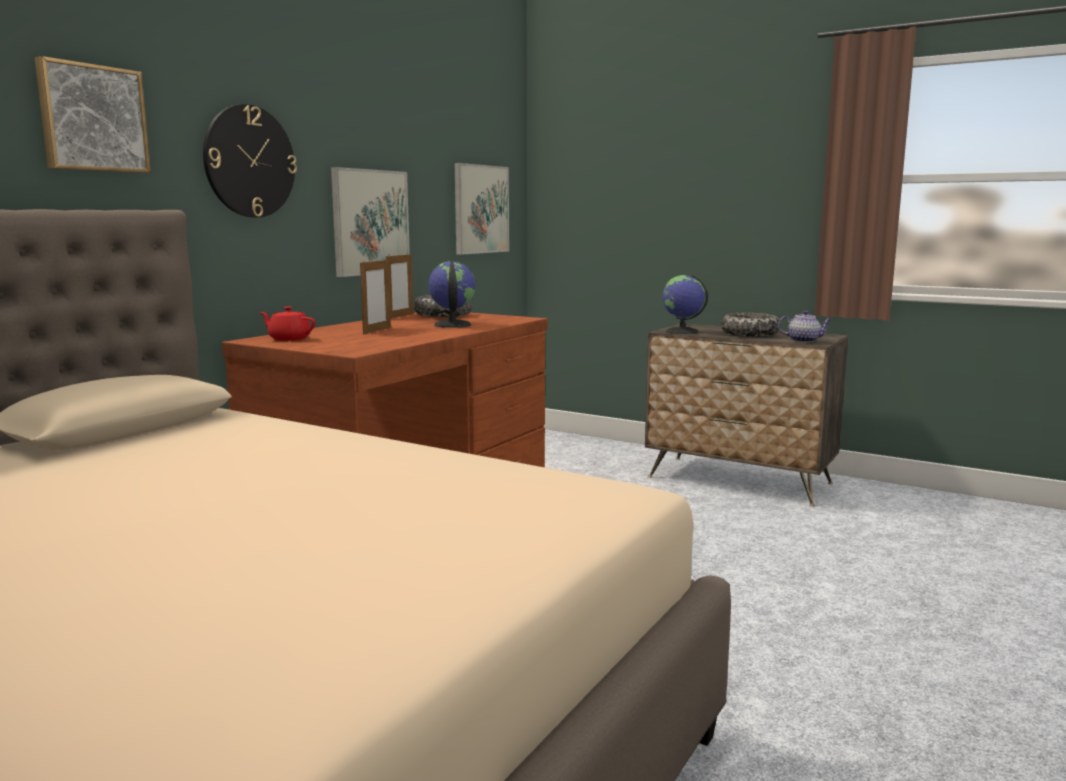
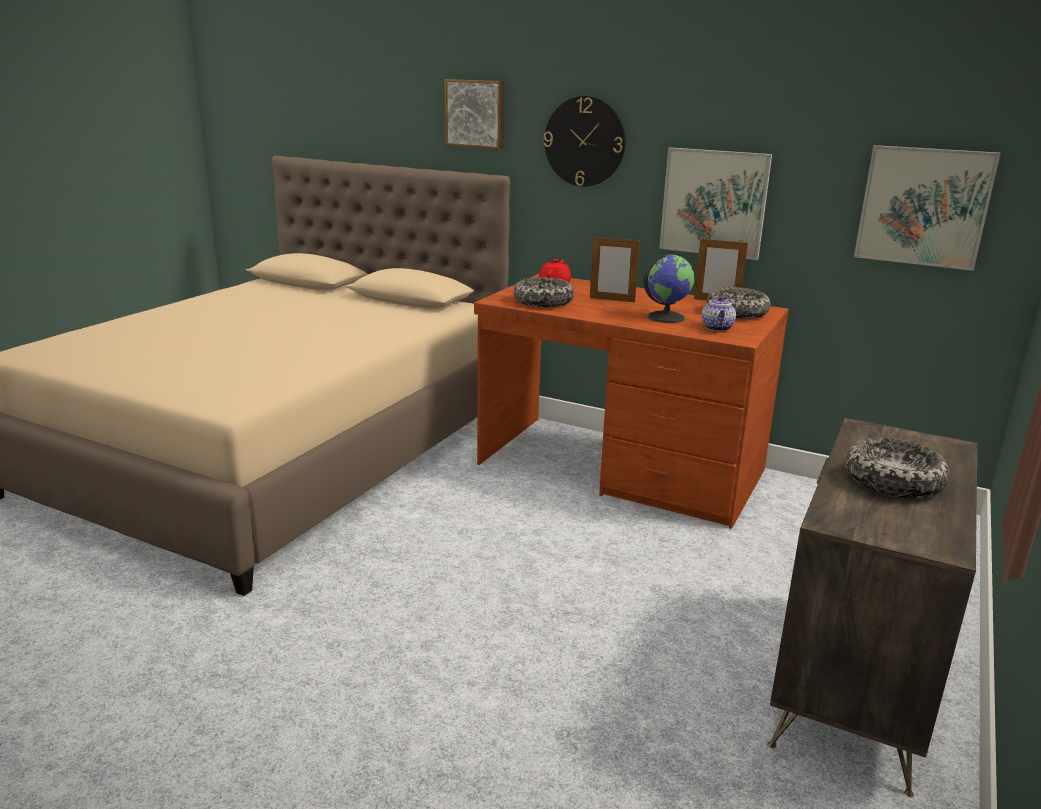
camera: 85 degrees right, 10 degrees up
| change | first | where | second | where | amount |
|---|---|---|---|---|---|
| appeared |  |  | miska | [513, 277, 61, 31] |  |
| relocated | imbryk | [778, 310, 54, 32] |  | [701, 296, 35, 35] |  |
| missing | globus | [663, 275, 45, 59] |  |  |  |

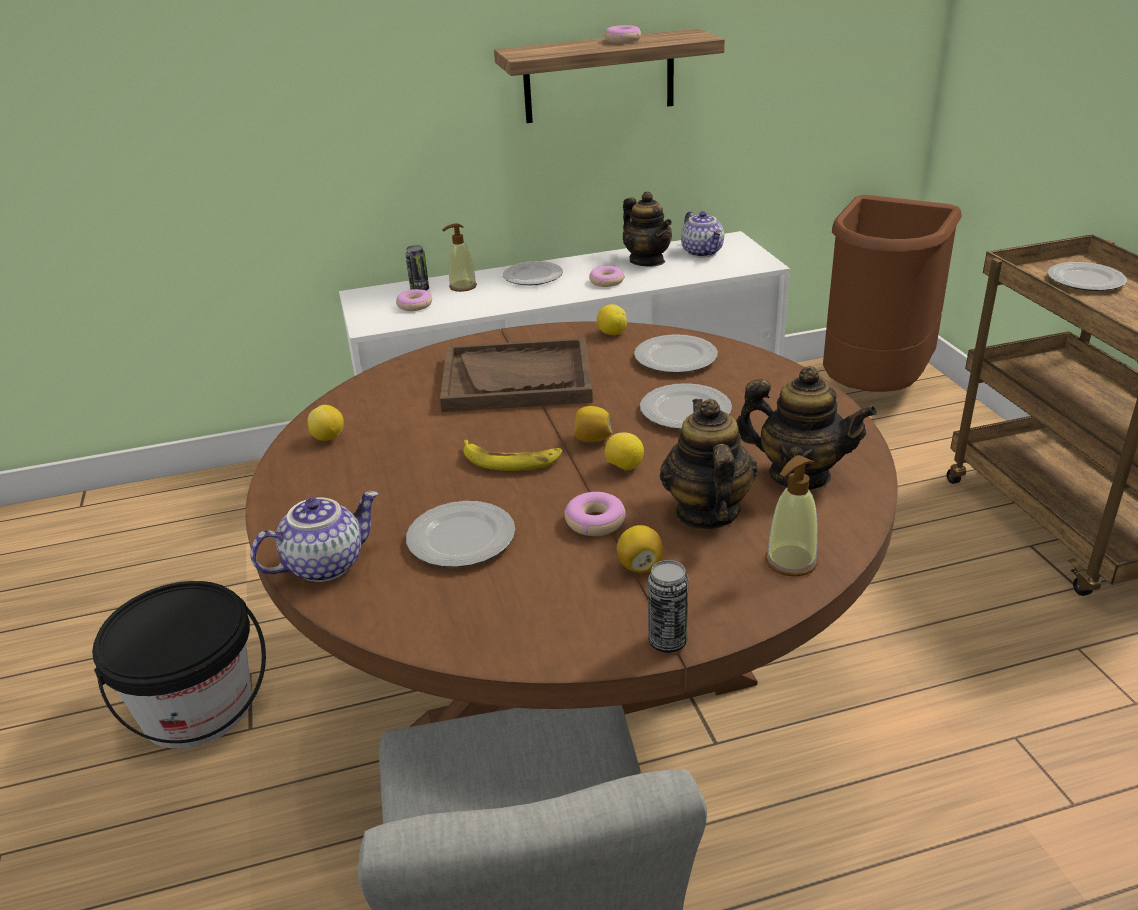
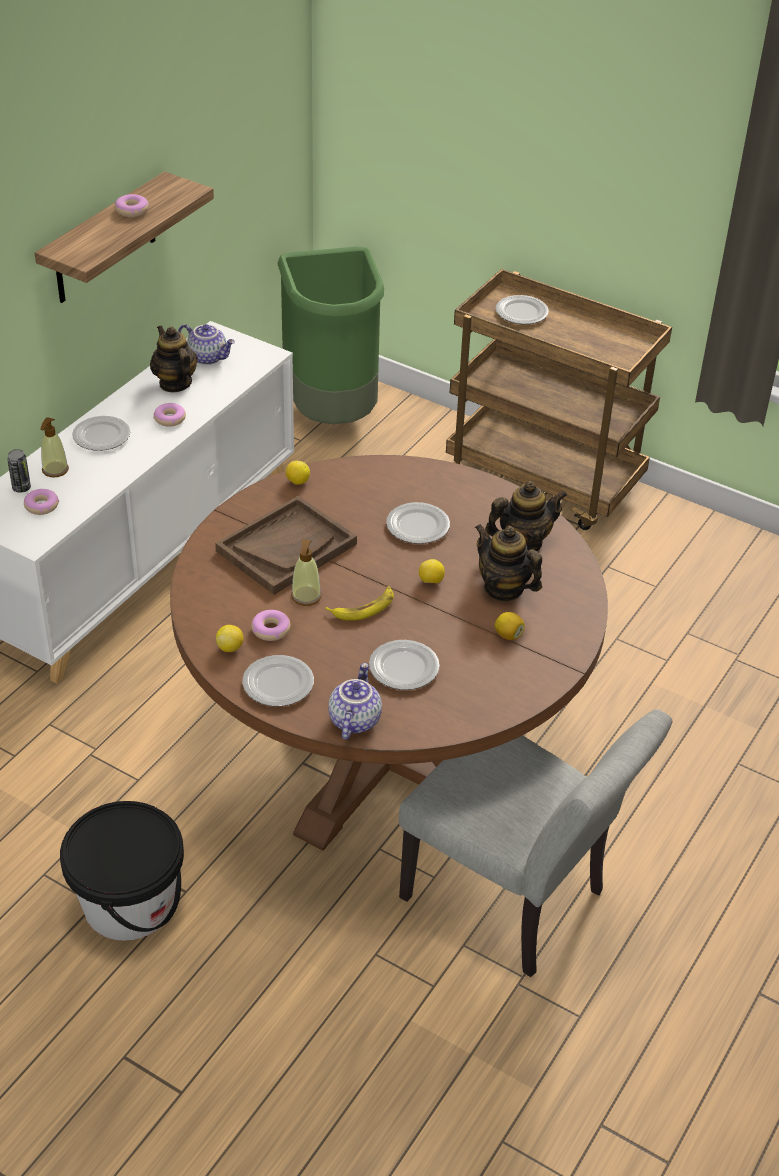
camera: 45 degrees left, 10 degrees up
| change | first | where | second | where | amount |
|---|---|---|---|---|---|
| spun | imbryk | [623, 191, 49, 75] |  | [150, 325, 48, 67] | 135 degrees counterclockwise |
| relocated | talerz | [634, 334, 84, 39] |  | [242, 655, 72, 51] |  |
| relocated | donut | [564, 492, 62, 44] |  | [251, 610, 39, 31] |  |
| colour | kosz na śmieci (brązowy) | [823, 195, 139, 197] | kosz na śmieci (zielony) | [277, 246, 107, 178] |  |
| relocated | dozownik mydła | [765, 455, 53, 122] |  | [291, 540, 30, 66] |  |
| missing | cytryna | [574, 406, 38, 36] |  |  |  |
| missing | puszka | [648, 560, 40, 93] |  |  |  |

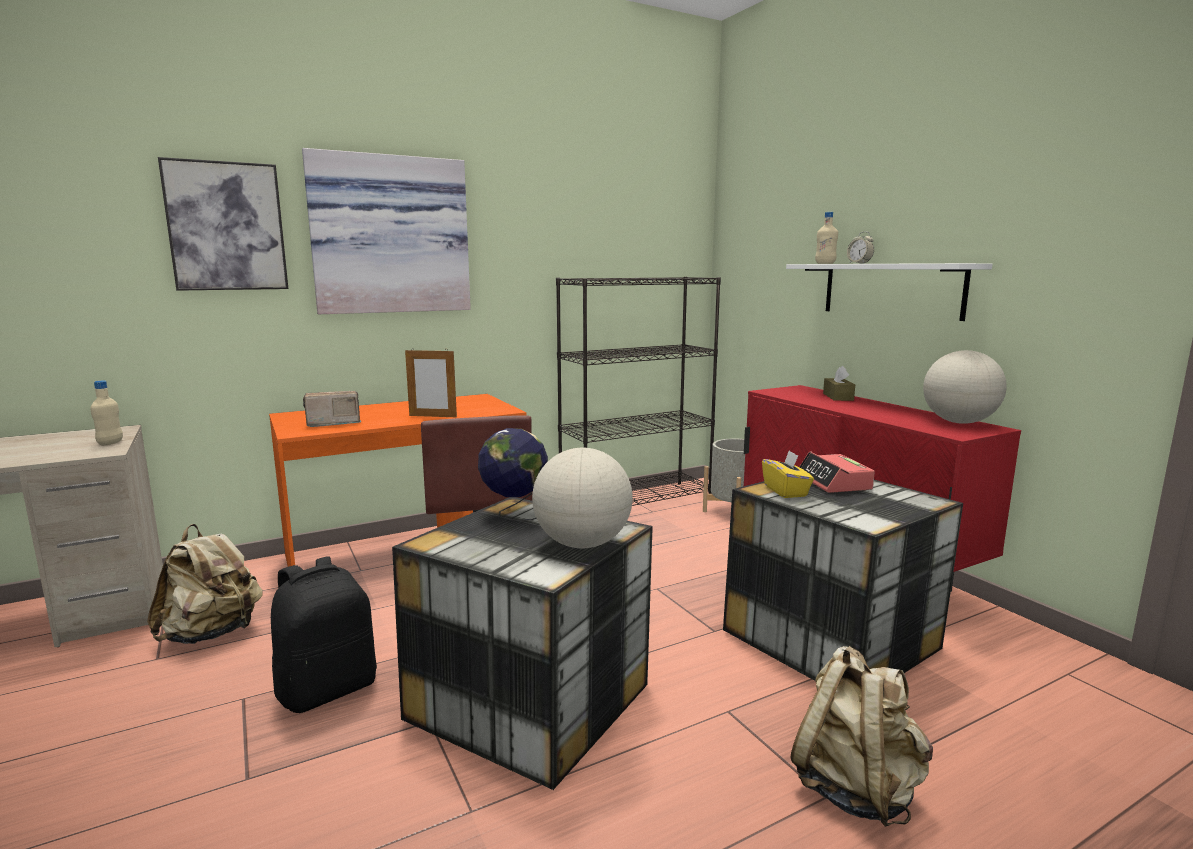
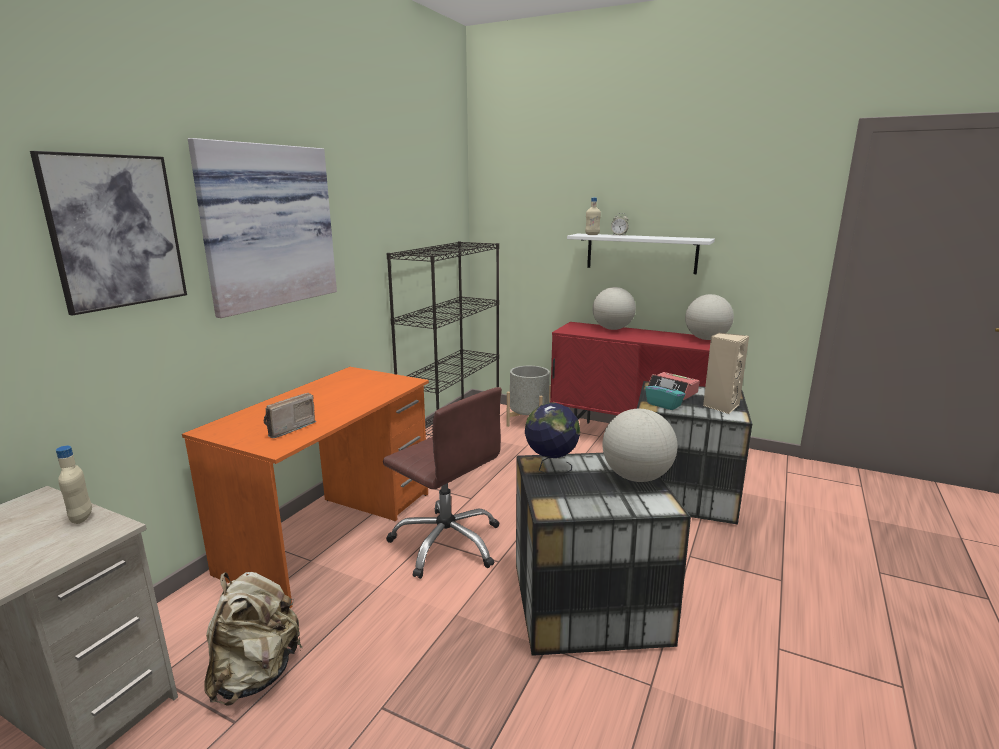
camera: 35 degrees left, 5 degrees up
| change | first | where | second | where | amount |
|---|---|---|---|---|---|
| exchanged | pudełko chusteczek (brązowy) | [823, 366, 32, 35] | globus | [593, 287, 43, 43] |  |
| colour | pudełko chusteczek (żółty) | [762, 450, 52, 48] | pudełko chusteczek (turkusowy) | [645, 378, 41, 32] |  |
| appeared |  |  | głośnik (beżowy) | [703, 333, 46, 81] |  |
| missing | plecak (czarny) | [271, 556, 106, 157] |  |  |  |
| missing | ramka na zdjęcie | [405, 348, 52, 69] |  |  |  |
| missing | plecak (beżowy) | [790, 646, 143, 181] |  |  |  |

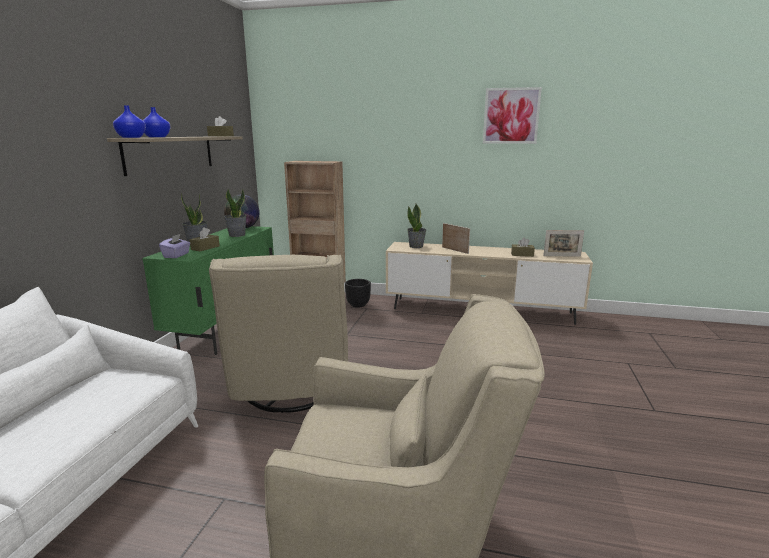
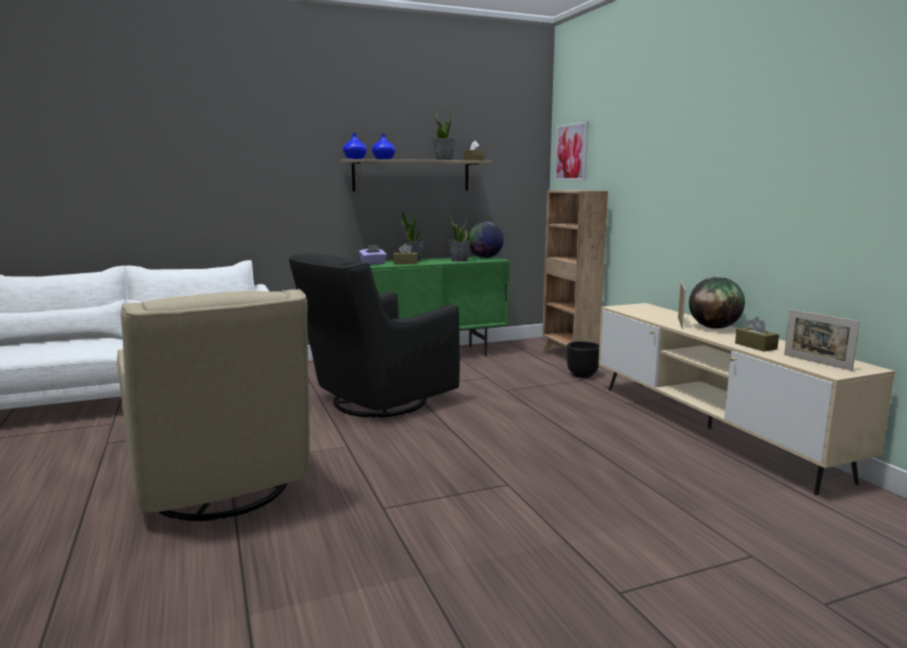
camera: 55 degrees right, 5 degrees down
| change | first | where | second | where | amount |
|---|---|---|---|---|---|
| colour | fotel (beżowy) | [209, 255, 139, 158] | fotel (czarny) | [289, 253, 171, 165] |  |
| relocated | roślina doniczkowa | [407, 204, 19, 44] |  | [433, 109, 22, 51] |  |
| relocated | obraz | [483, 87, 59, 57] |  | [554, 121, 35, 60] |  |
| appeared |  |  | globus | [689, 277, 56, 52] |  |

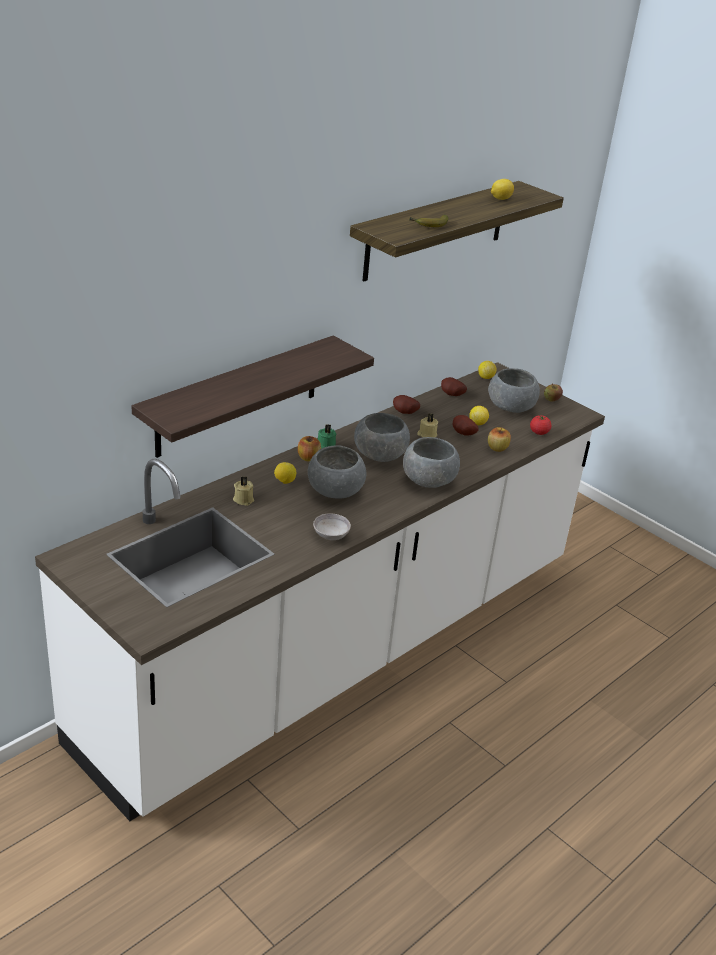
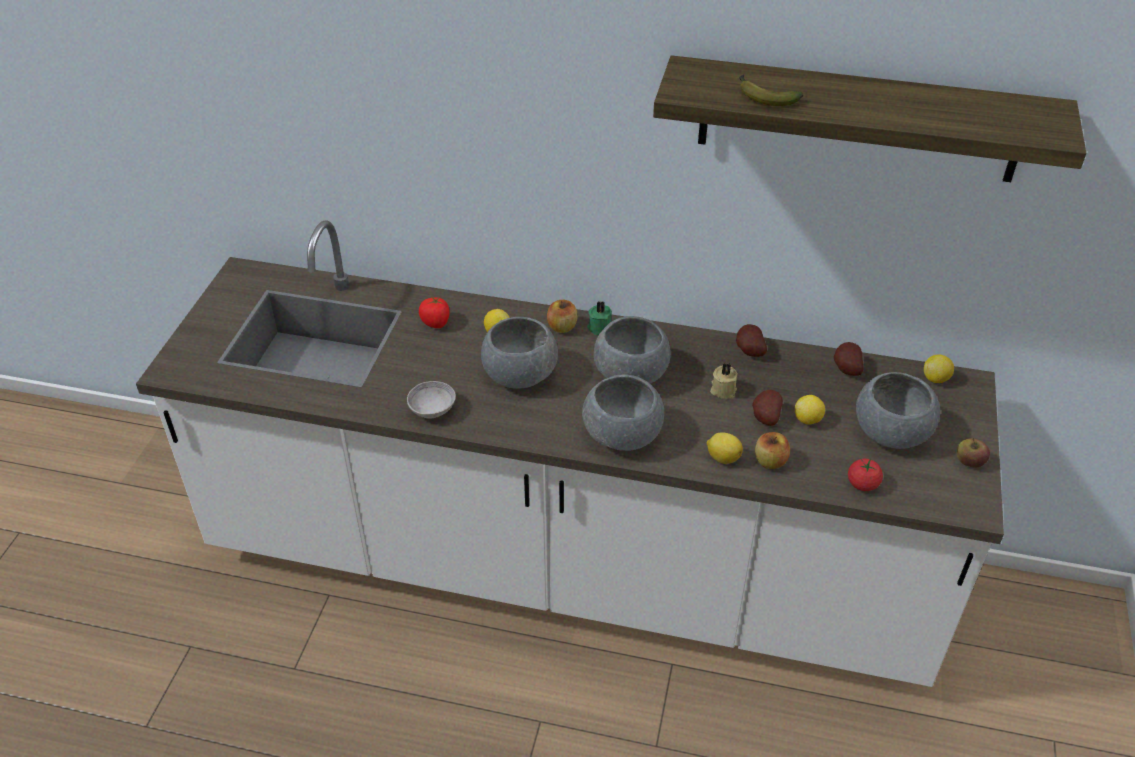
camera: 60 degrees right, 10 degrees up
| change | first | where | second | where | amount |
|---|---|---|---|---|---|
| exchanged | świeca (beżowy) | [233, 476, 21, 30] | pomidor | [419, 296, 31, 32] |  |
| relocated | cytryna | [491, 179, 23, 21] |  | [707, 432, 36, 32] |  |
| missing | półka | [132, 335, 242, 123] |  |  |  |

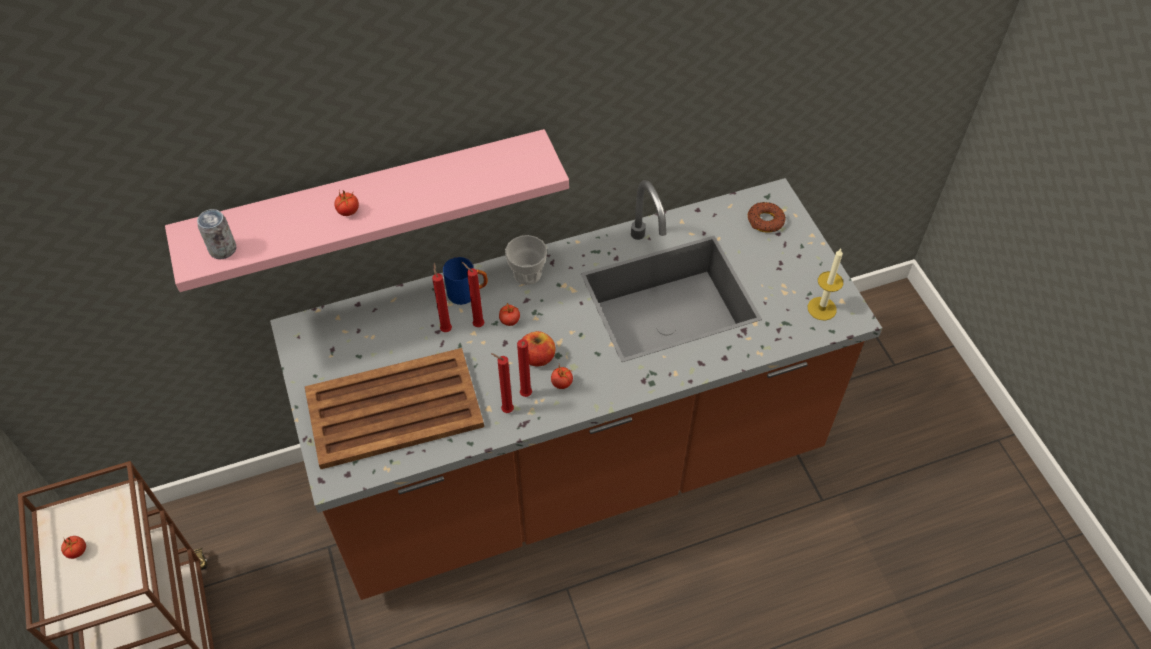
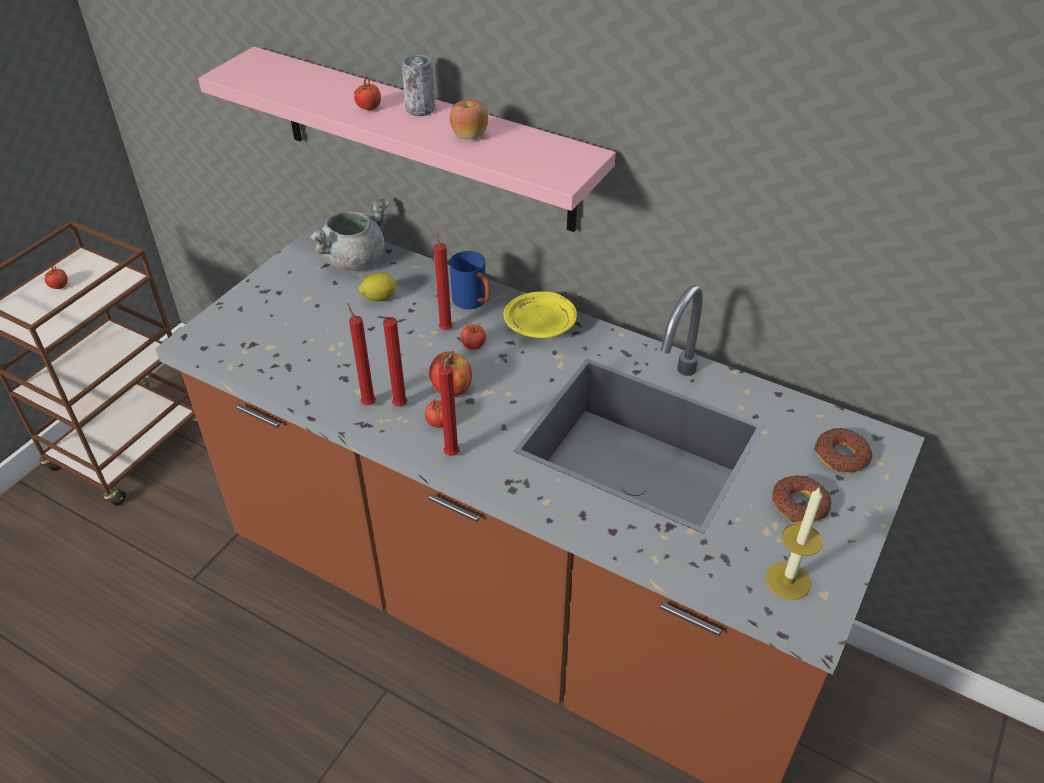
camera: 50 degrees right, 10 degrees down
| change | first | where | second | where | amount |
|---|---|---|---|---|---|
| appeared |  |  | garnek (szary) | [310, 197, 80, 74] |  |
| appeared |  |  | cytryna | [358, 272, 39, 29] |  |
| relocated | puszka | [197, 209, 40, 50] |  | [402, 54, 33, 62] |  |
| relocated | świeca (czerwony) | [432, 263, 20, 69] |  | [439, 351, 21, 105] |  |
| appeared |  |  | jabłko | [450, 100, 38, 39] |  |
| exchanged | filiżanka | [505, 235, 42, 50] | talerz (żółty) | [504, 292, 73, 46] |  |
| appeared |  |  | donut | [772, 476, 59, 47] |  |
| missing | taca (brązowy) | [304, 348, 180, 121] |  |  |  |

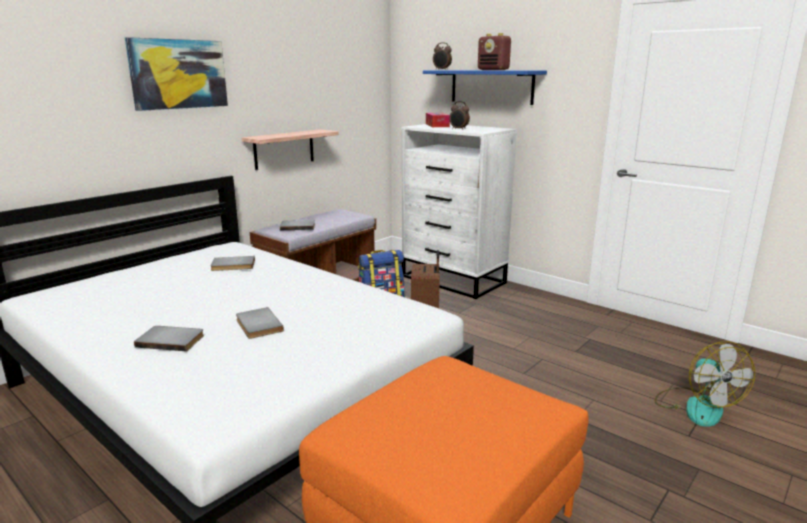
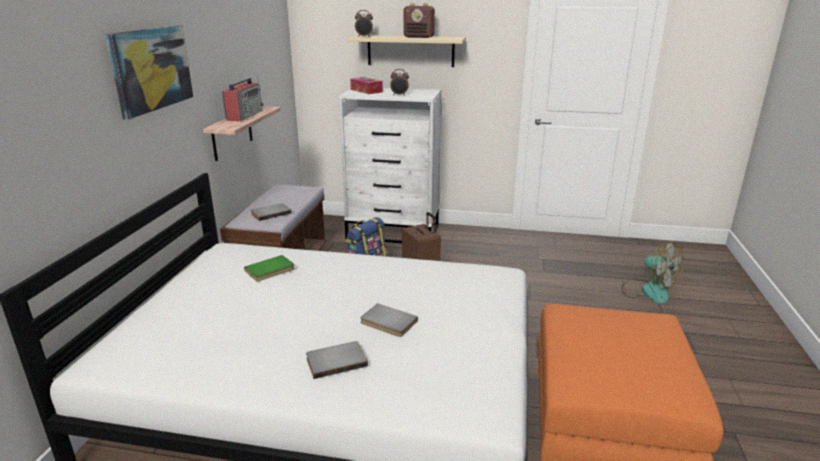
camera: 30 degrees left, 5 degrees up
| change | first | where | second | where | amount |
|---|---|---|---|---|---|
| appeared |  |  | radio | [222, 76, 42, 45] |  |
| colour | książka (szary) | [210, 256, 45, 15] | książka (zielony) | [244, 255, 51, 26] |  |
| colour | półka (niebieski) | [423, 70, 124, 35] | półka (beżowy) | [348, 35, 118, 32] |  |

